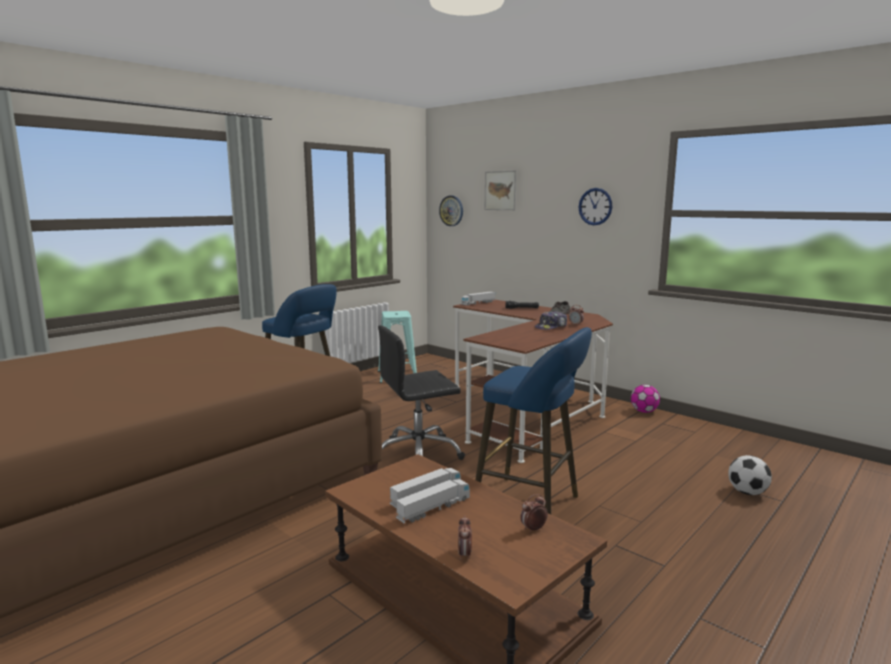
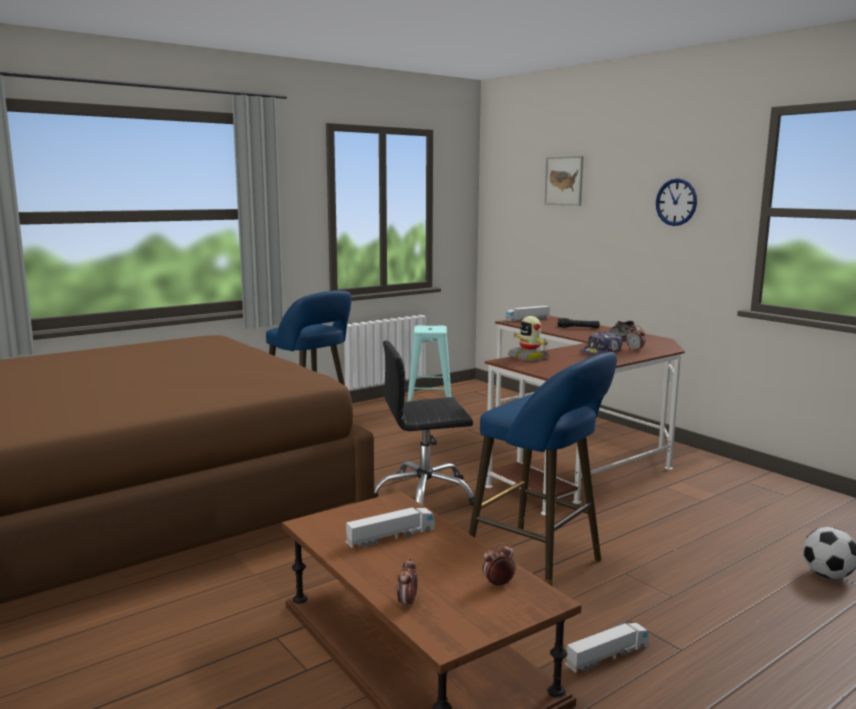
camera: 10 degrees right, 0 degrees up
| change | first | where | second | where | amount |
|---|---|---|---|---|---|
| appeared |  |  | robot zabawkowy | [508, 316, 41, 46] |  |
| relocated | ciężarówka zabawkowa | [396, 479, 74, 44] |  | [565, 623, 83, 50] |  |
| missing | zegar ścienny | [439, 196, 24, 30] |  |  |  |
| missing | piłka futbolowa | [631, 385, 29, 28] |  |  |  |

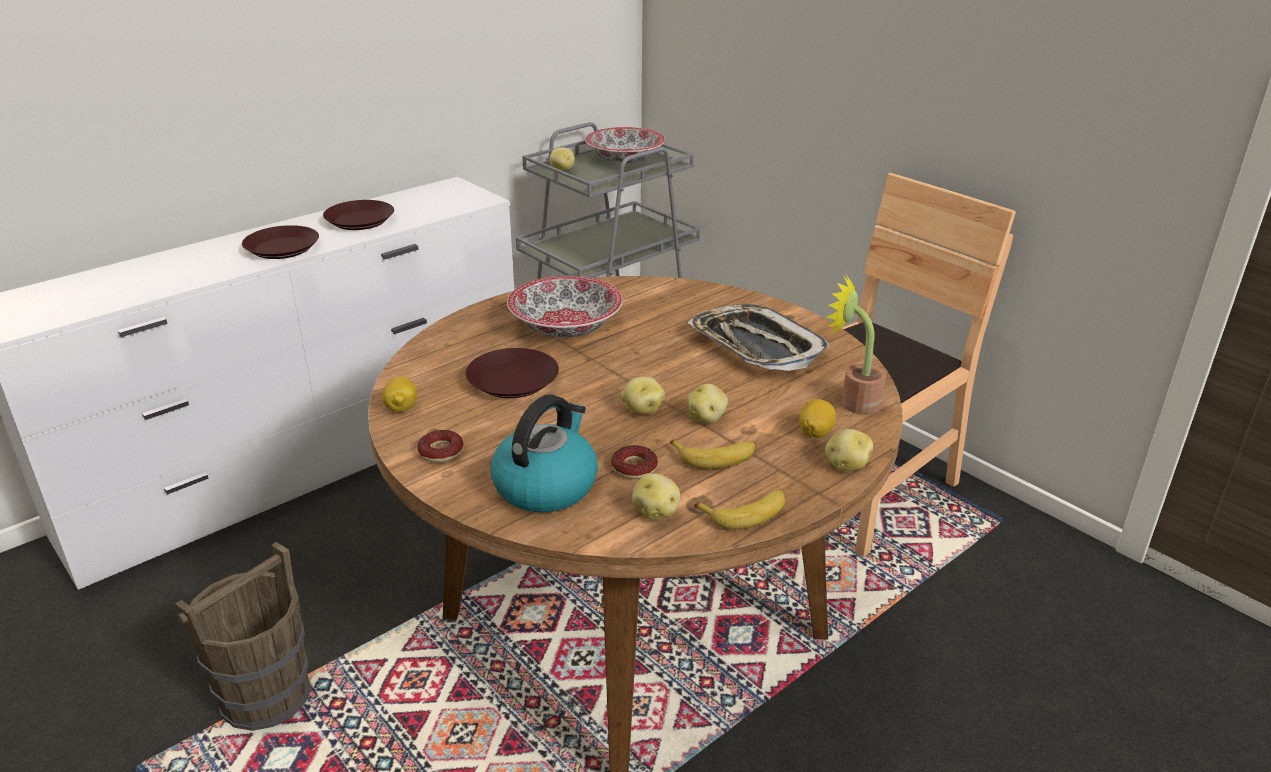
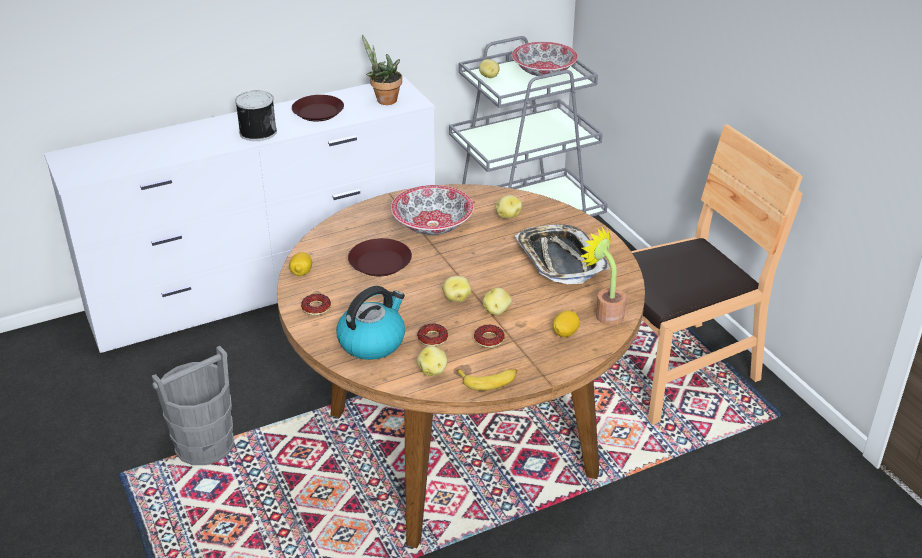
camera: 15 degrees right, 5 degrees up
| change | first | where | second | where | amount |
|---|---|---|---|---|---|
| colour | wiadro (brązowy) | [175, 542, 136, 189] | wiadro (szary) | [152, 345, 82, 120] |  |
| exchanged | talerz (brązowy) | [242, 225, 77, 34] | puszka | [235, 90, 42, 51] |  |
| appeared |  |  | roślina doniczkowa | [362, 34, 40, 71] |  |
| exchanged | banan | [670, 439, 87, 30] | donut | [474, 325, 31, 23] |  |
| relocated | ziemniak | [825, 429, 48, 42] |  | [495, 195, 27, 24] |  |

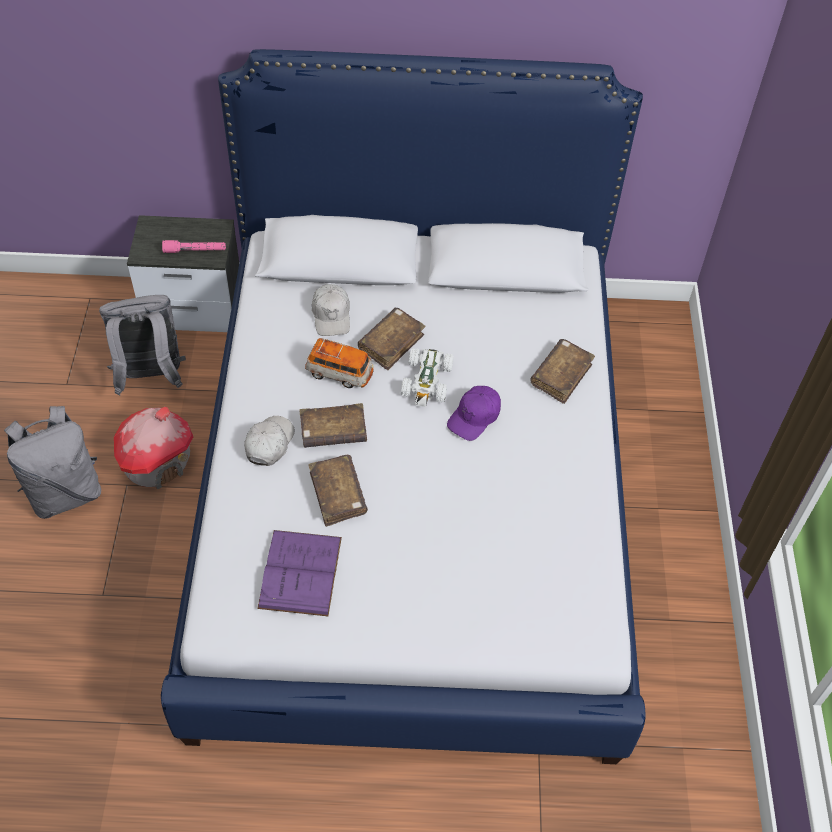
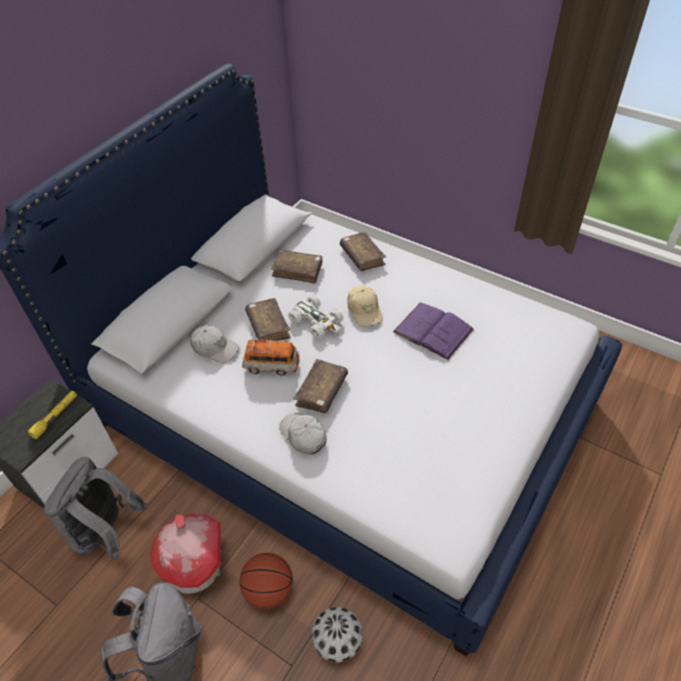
camera: 55 degrees left, 5 degrees down
| change | first | where | second | where | amount |
|---|---|---|---|---|---|
| colour | latarka (różowy) | [162, 240, 64, 13] | latarka (żółty) | [27, 391, 50, 48] |  |
| appeared |  |  | piłka do koszykówki | [239, 552, 54, 57] |  |
| spun | samochodzik | [305, 338, 69, 50] |  | [242, 339, 58, 37] | 45 degrees clockwise |
| relocated | książka (brązowy) | [308, 455, 60, 72] |  | [271, 249, 51, 34] |  |
| appeared |  |  | piłka futbolowa | [312, 607, 50, 56] |  |
| colour | czapka z daszkiem (fioletowy) | [447, 386, 54, 55] | czapka z daszkiem (beżowy) | [347, 285, 36, 42] |  |
| relocated | książka (fioletowy) | [257, 530, 85, 86] |  | [393, 302, 81, 58] |  |

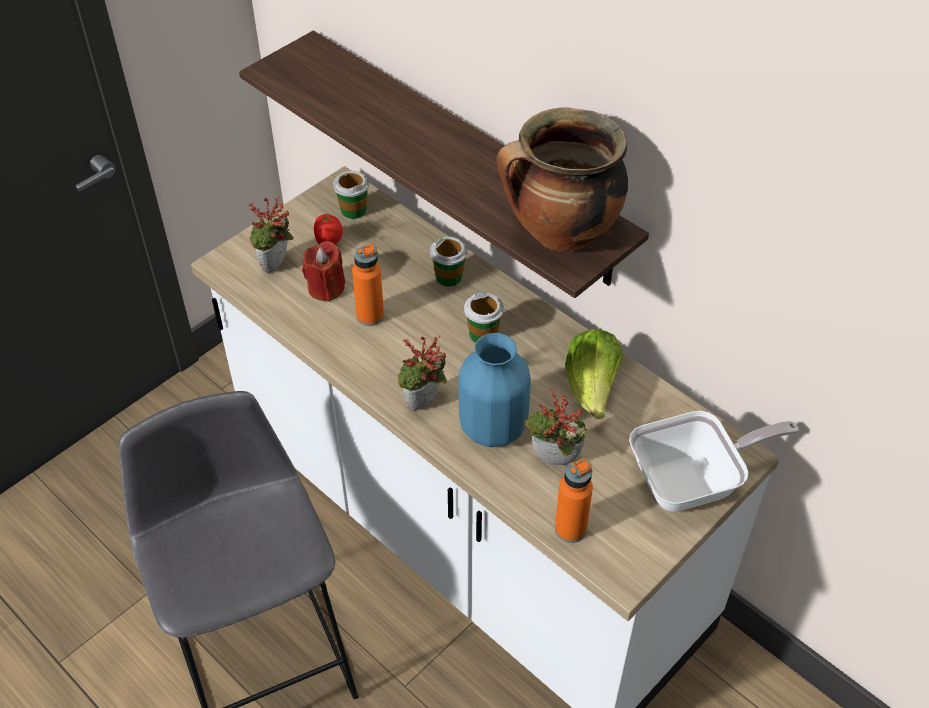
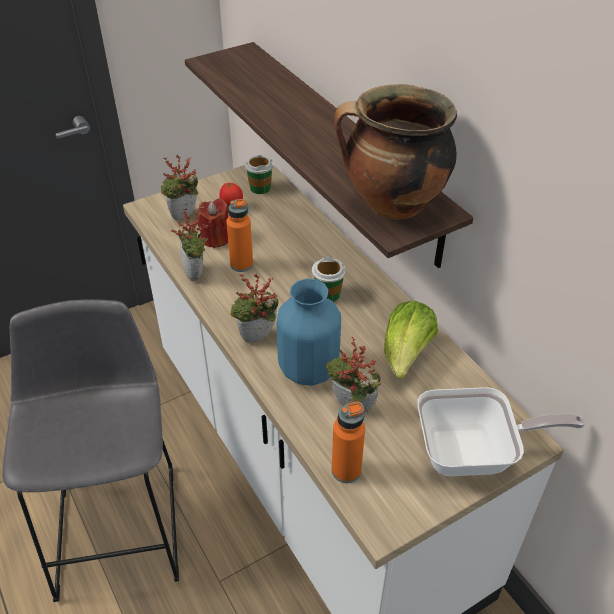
camera: 15 degrees right, 5 degrees down
| change | first | where | second | where | amount |
|---|---|---|---|---|---|
| appeared |  |  | roślina doniczkowa | [171, 205, 41, 77] |  |
| missing | filiżanka | [430, 237, 38, 50] |  |  |  |

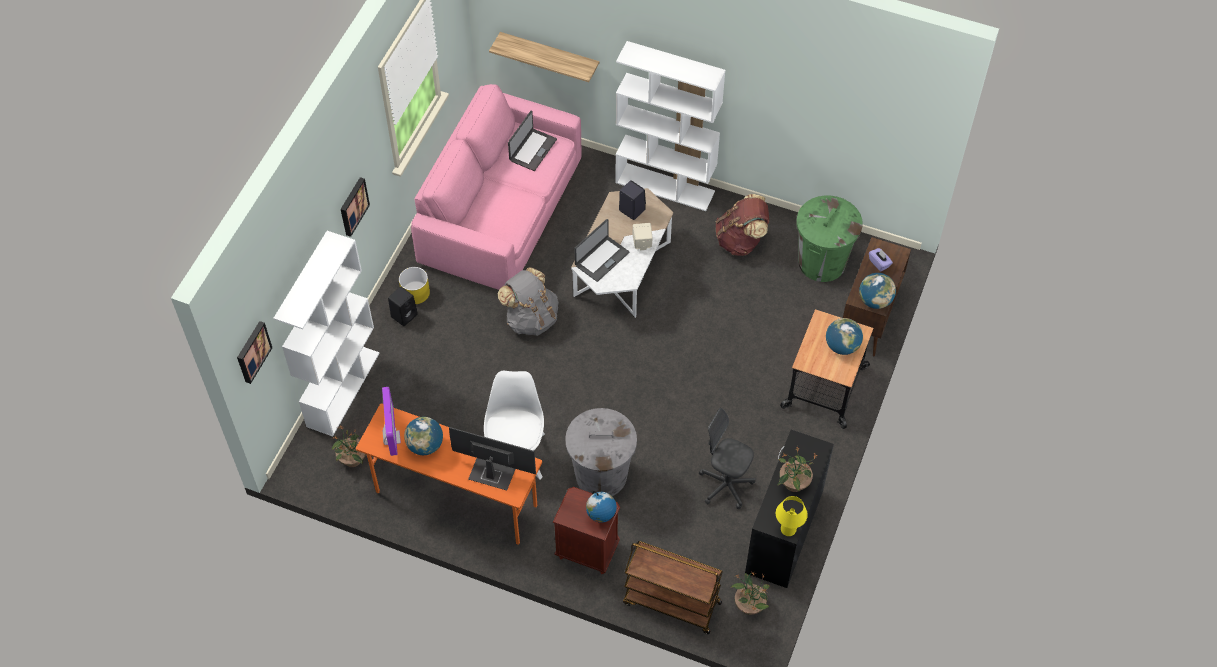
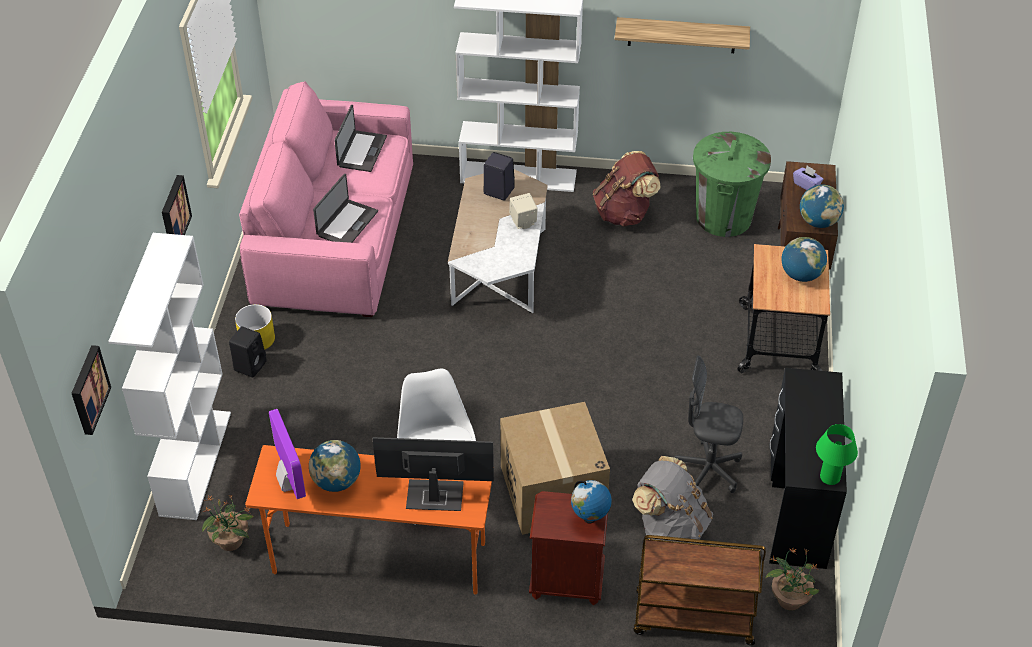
camera: 15 degrees left, 10 degrees down
| change | first | where | second | where | amount |
|---|---|---|---|---|---|
| relocated | laptop | [574, 219, 55, 63] |  | [313, 174, 65, 69] |  |
| exchanged | kosz na śmieci (szary) | [565, 408, 72, 88] | karton | [500, 402, 110, 133] |  |
| relocated | półka | [489, 32, 110, 50] |  | [614, 17, 136, 36] |  |
| relocated | plecak (szary) | [498, 267, 60, 69] |  | [632, 456, 81, 87] |  |
| colour | lampa stołowa (żółty) | [776, 496, 32, 40] | lampa stołowa (zielony) | [816, 424, 42, 61] |  |
| missing | roślina doniczkowa | [778, 446, 40, 46] |  |  |  |

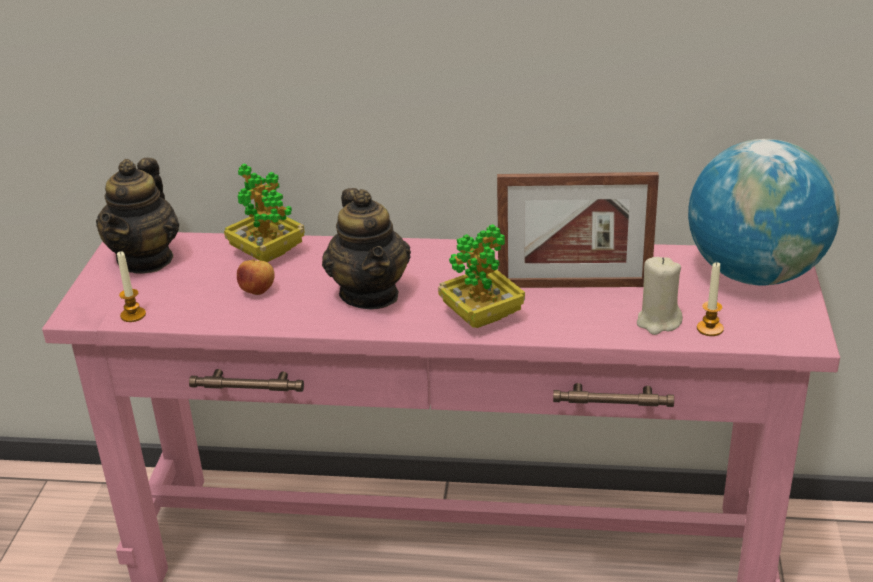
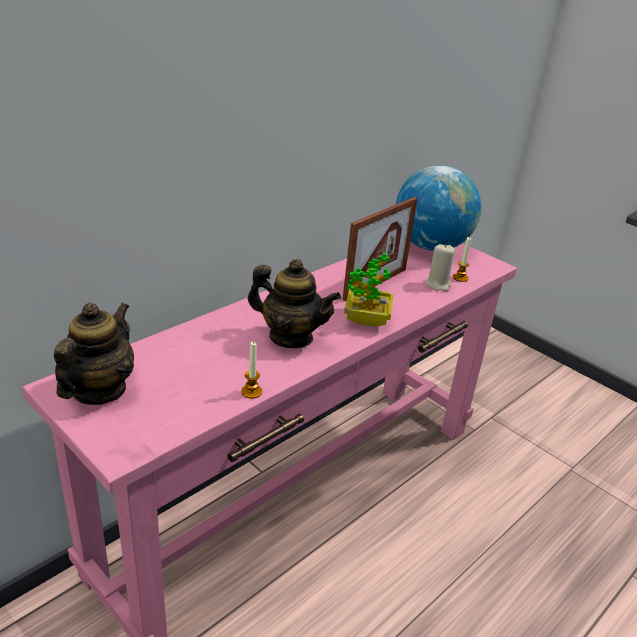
camera: 55 degrees left, 0 degrees up
| change | first | where | second | where | amount |
|---|---|---|---|---|---|
| spun | imbryk | [96, 158, 83, 116] |  | [54, 303, 80, 102] | 120 degrees counterclockwise |
| relocated | świeca | [117, 251, 29, 71] |  | [241, 341, 21, 58] |  |
| missing | roślina doniczkowa | [224, 163, 81, 99] |  |  |  |
| missing | jabłko | [237, 259, 38, 36] |  |  |  |

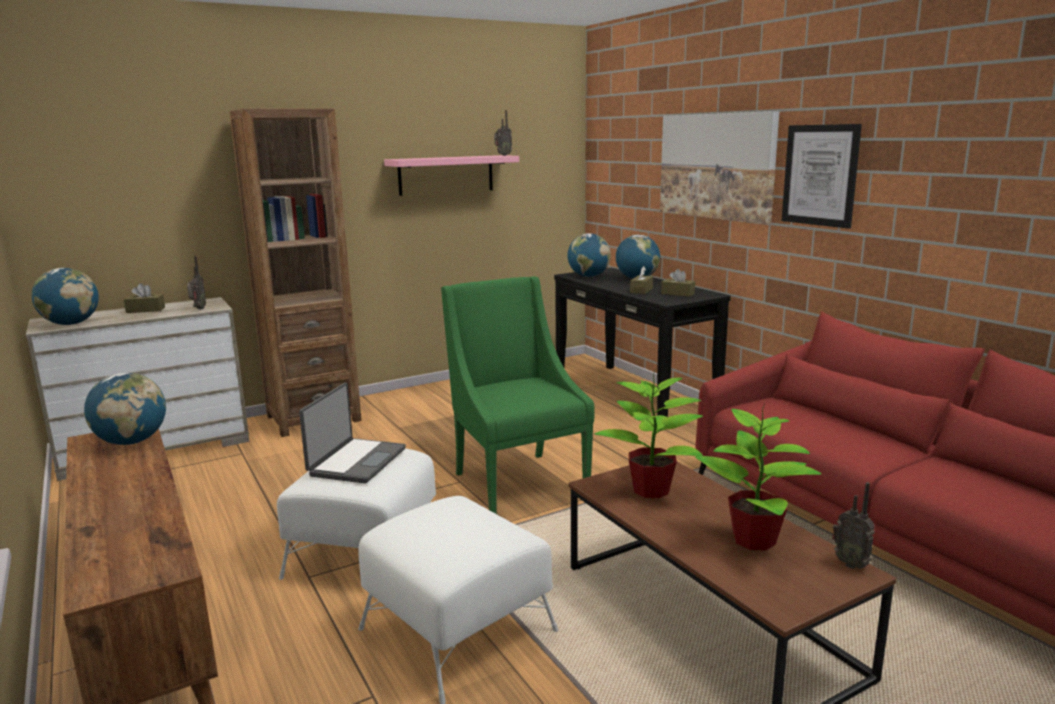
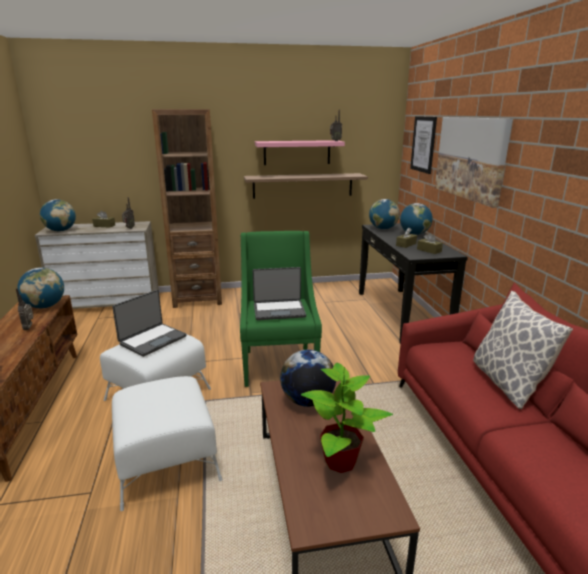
camera: 20 degrees right, 5 degrees up
| change | first | where | second | where | amount |
|---|---|---|---|---|---|
| relocated | radio | [832, 482, 43, 87] |  | [16, 288, 17, 42] |  |
| appeared |  |  | półka | [244, 173, 124, 26] |  |
| appeared |  |  | laptop | [253, 267, 53, 53] |  |
| exchanged | roślina doniczkowa | [595, 368, 108, 130] | globus | [280, 350, 56, 57] |  |
| relocated | obraz | [782, 124, 80, 105] |  | [410, 116, 27, 58] |  |
| appeared |  |  | poduszka | [473, 291, 100, 118] |  |

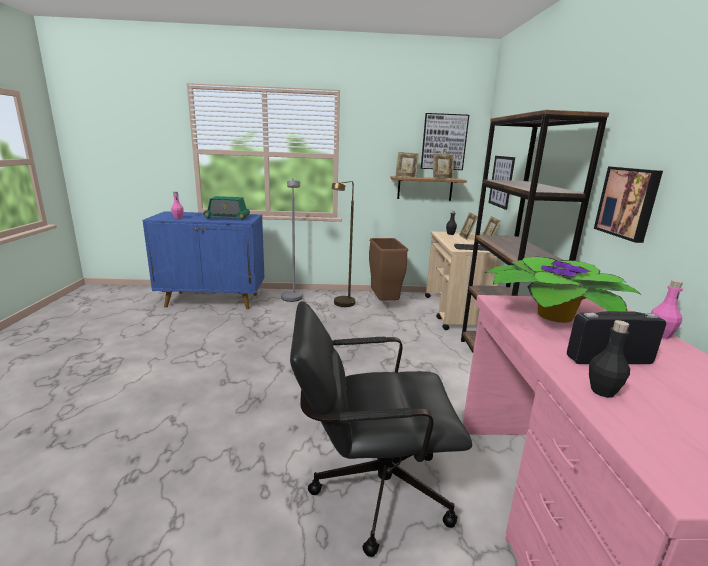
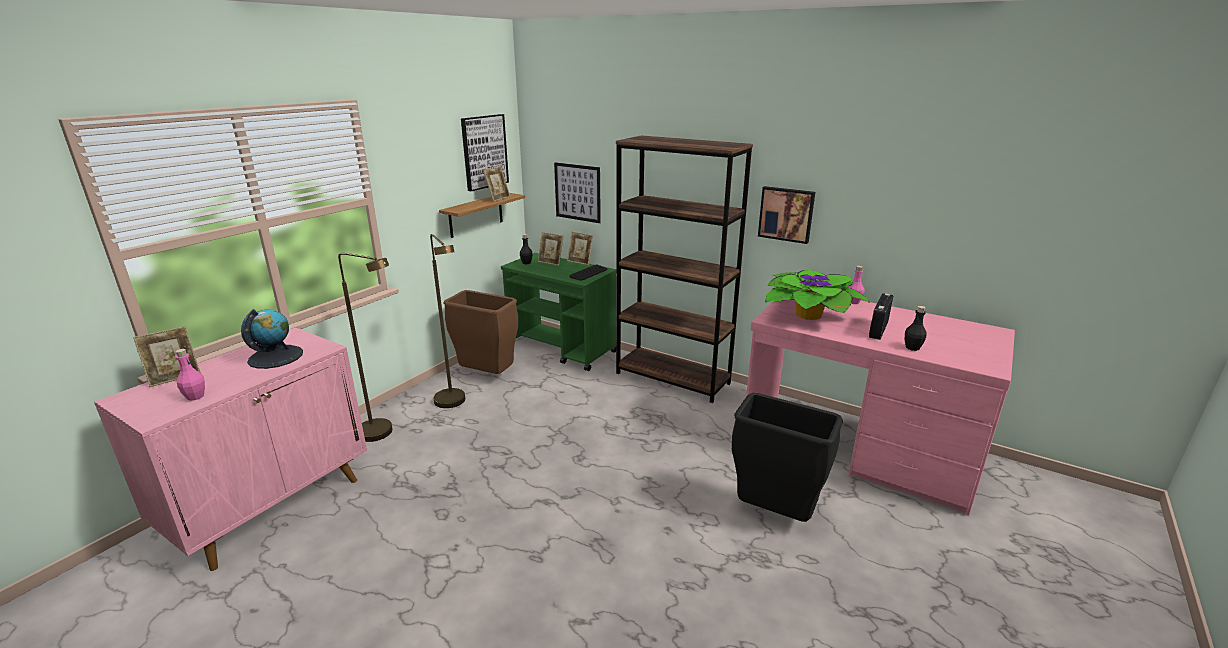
camera: 55 degrees left, 5 degrees up
| change | first | where | second | where | amount |
|---|---|---|---|---|---|
| colour | szafka (niebieski) | [143, 211, 122, 98] | szafka (różowy) | [94, 328, 273, 243] |  |
| relocated | ramka na zdjęcie | [395, 152, 24, 26] |  | [133, 326, 68, 61] |  |
| exchanged | radio | [203, 196, 47, 24] | globus | [241, 309, 62, 60] |  |
| colour | lampa stojąca (szary) | [281, 178, 21, 124] | lampa stojąca (brązowy) | [338, 253, 54, 189] |  |
| colour | wózek (beżowy) | [425, 231, 76, 99] | wózek (zielony) | [501, 253, 115, 118] |  |
| exchanged | krzesło biurowe (czarny) | [290, 301, 182, 256] | kosz na śmieci (czarny) | [732, 393, 111, 129] |  |

